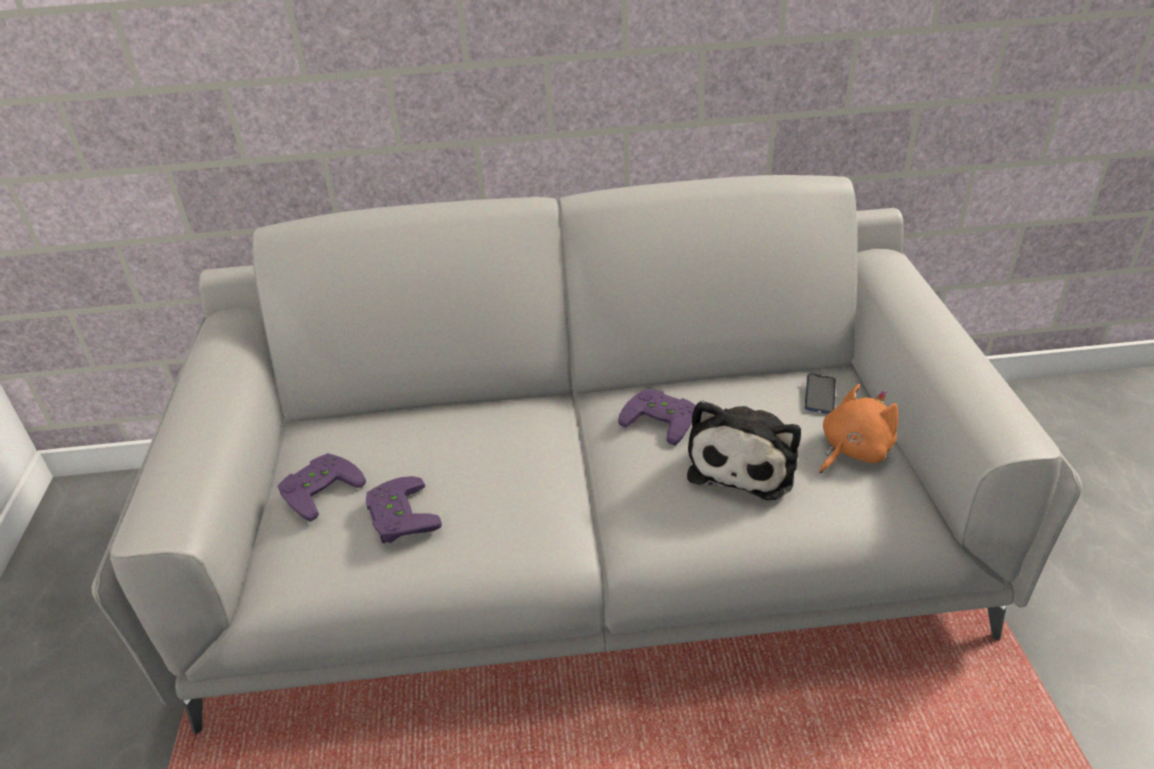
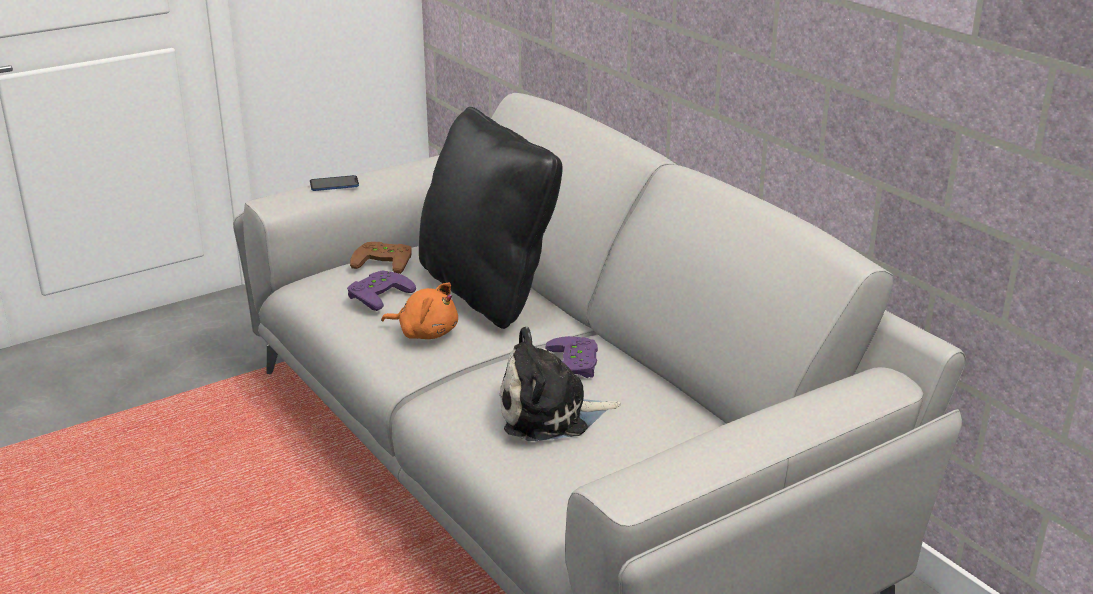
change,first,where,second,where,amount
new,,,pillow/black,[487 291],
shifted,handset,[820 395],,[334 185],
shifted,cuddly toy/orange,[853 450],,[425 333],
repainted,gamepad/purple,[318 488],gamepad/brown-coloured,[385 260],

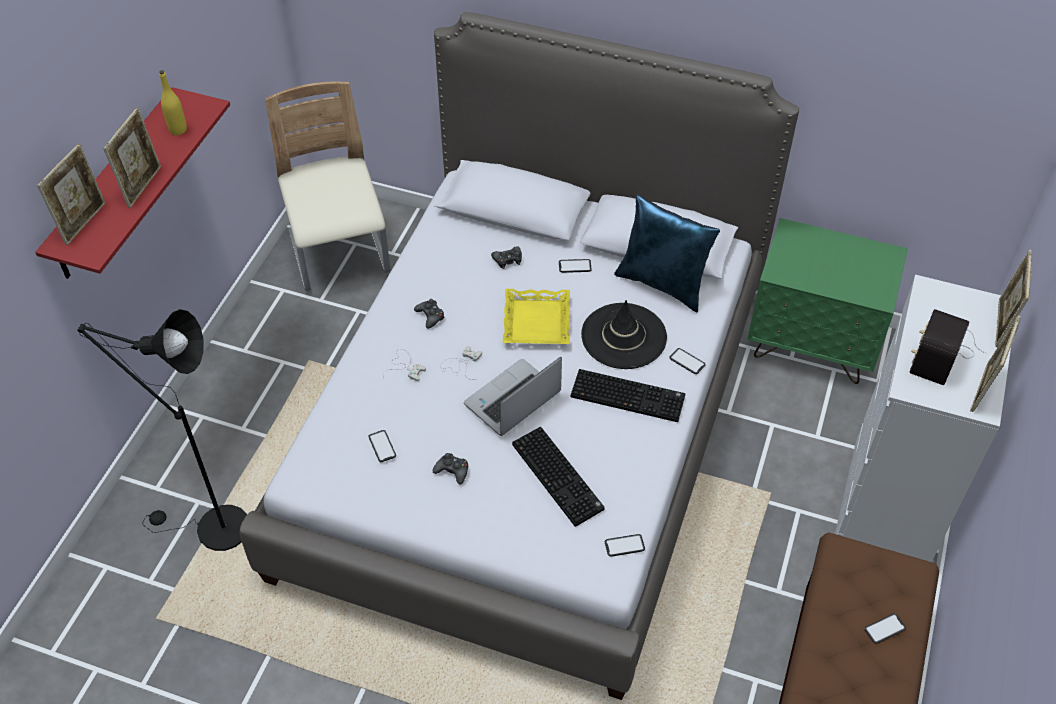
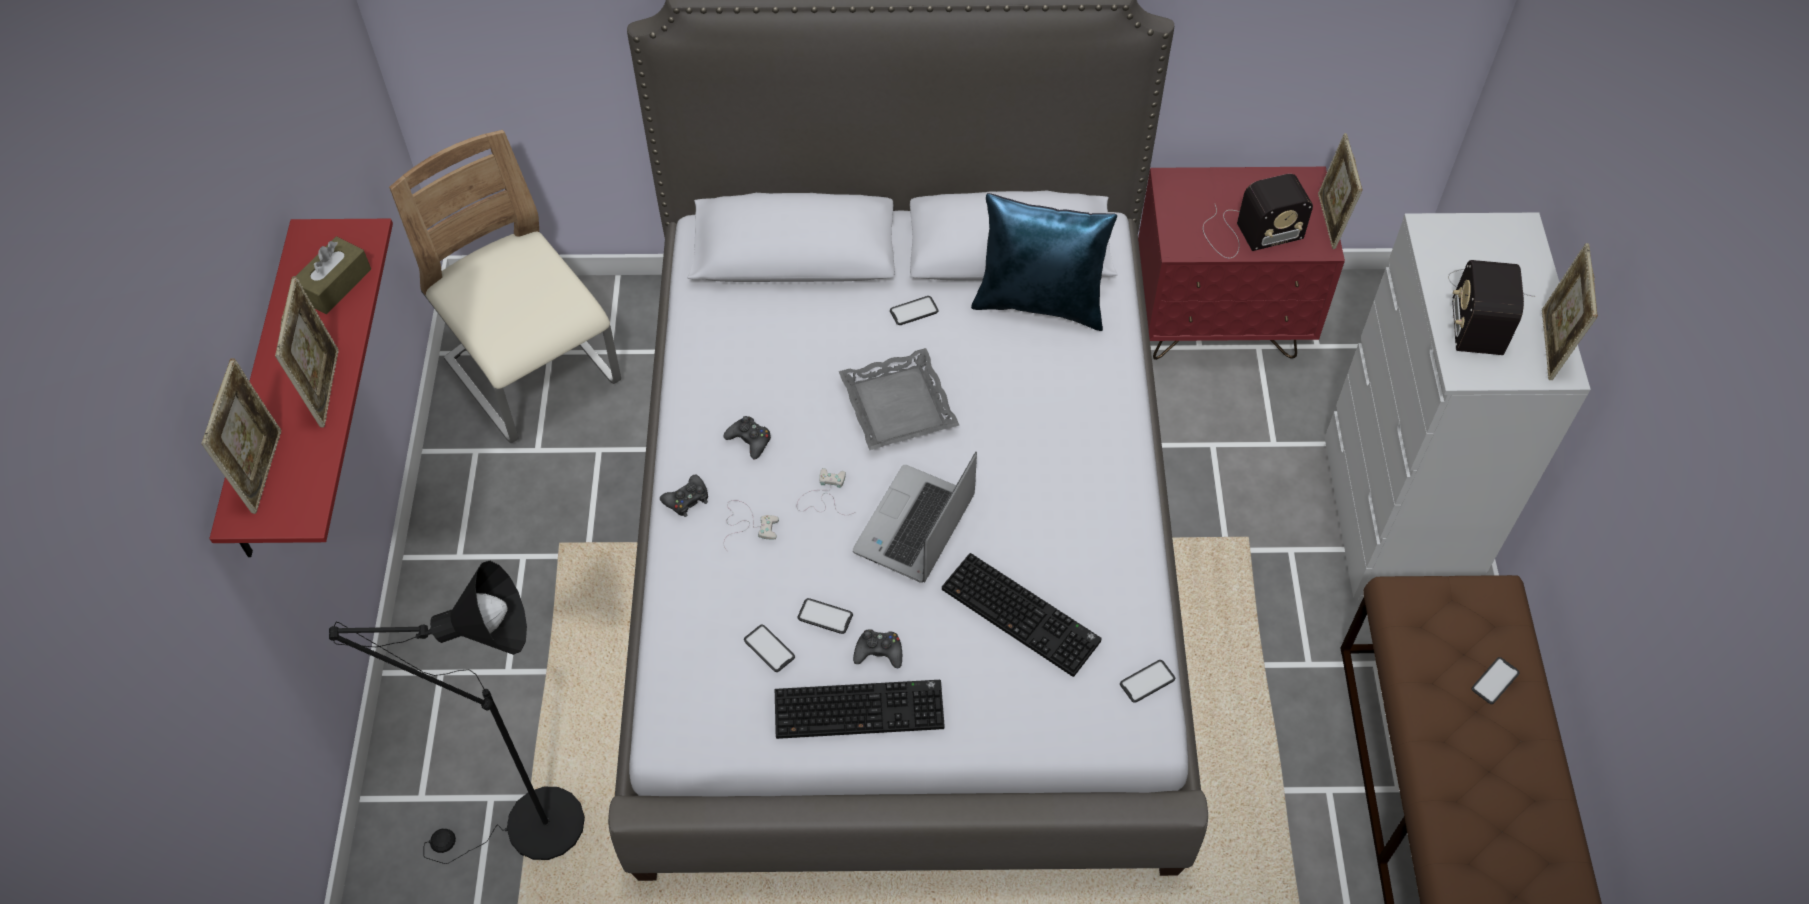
change,first,where,second,where,amount
gone,clothing hat/black,[623 336],,,
new,,,radio,[1248 232],
shifted,gamepad/black,[508 260],,[687 499],
shifted,PC keyboard,[629 395],,[860 707],
shifted,handset,[687 361],,[825 616],
shifted,standing frame,[1001 324],,[1330 221],
swapped,beverage bottle/yellow-coloured,[178 130],tissue box/brown-coloured,[335 284],
repainted,tray/yellow-coloured,[536 321],tray/gray,[897 406],
repainted,bedside table/green,[812 346],bedside table/red,[1219 322],

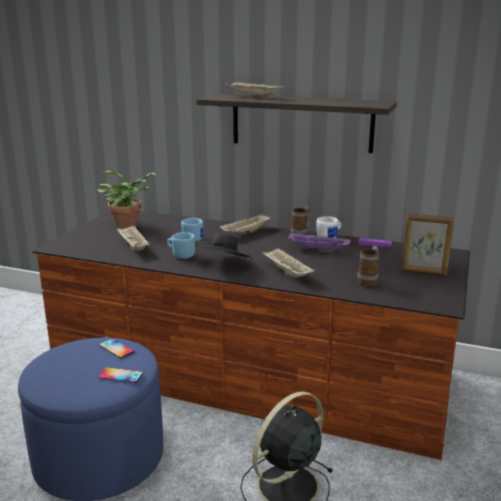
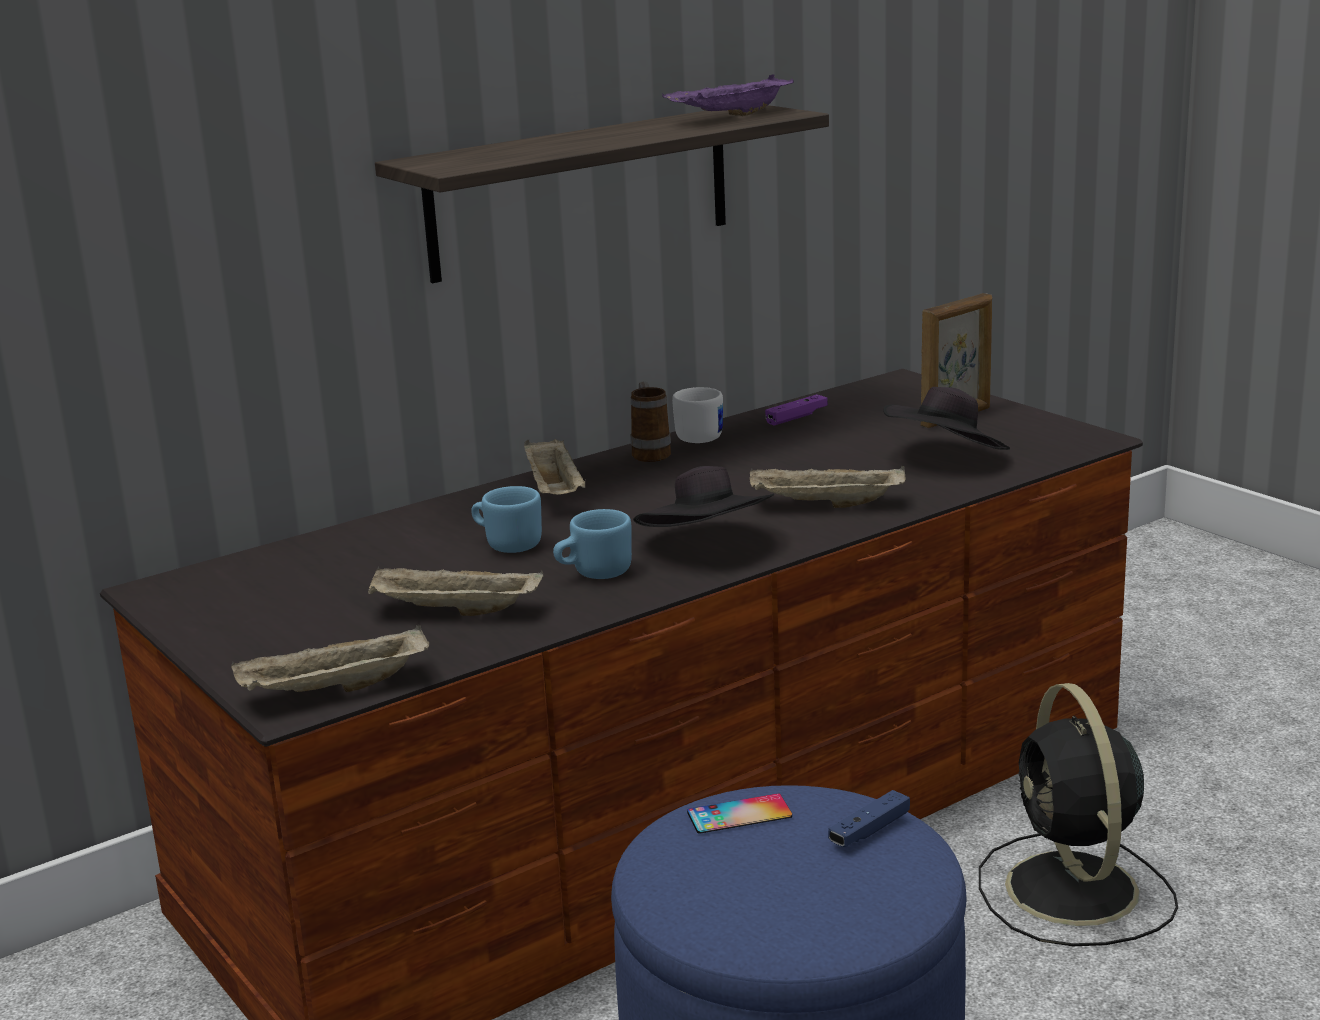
change,first,where,second,where,amount
gone,potted plant,[129 225],,,
shifted,tray/beige,[253 97],,[334 690],
shifted,tray/purple,[317 250],,[730 117],
swapped,handset,[120 375],gamepad/blue-coloured,[869 830],
swapped,coffee mug,[369 281],clothing hat/black,[946 459],

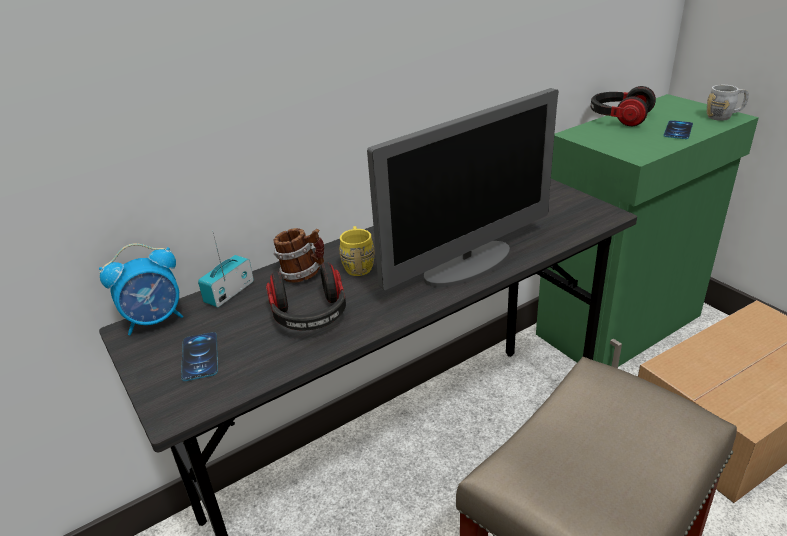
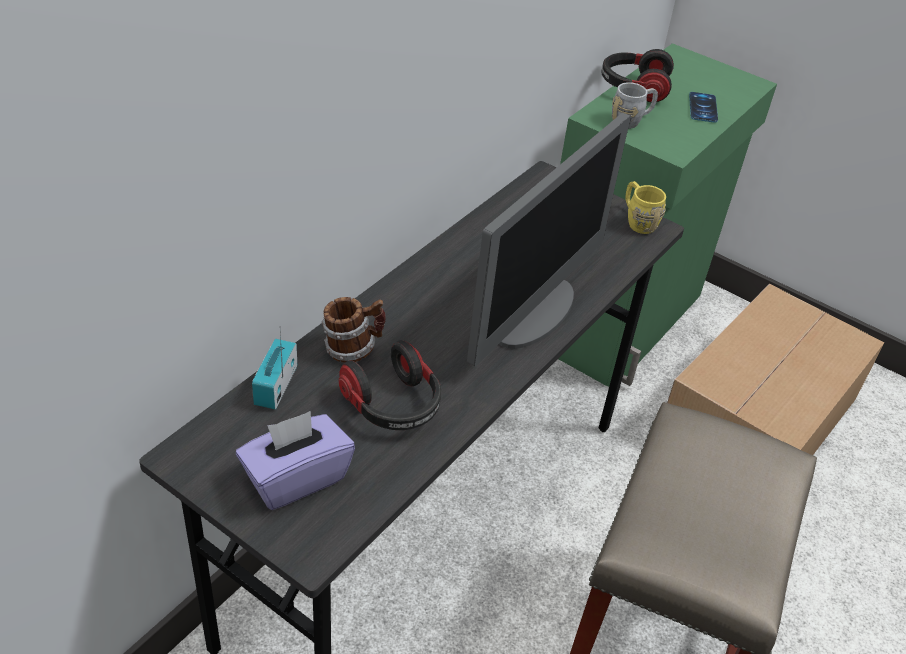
change,first,where,second,where,amount
gone,alarm clock,[155 320],,,
shifted,coffee mug/yellow-coloured,[358 264],,[637 221],
shifted,coffee mug/gray,[724 116],,[631 120],
swapped,handset,[200 356],tissue box/purple,[295 478],

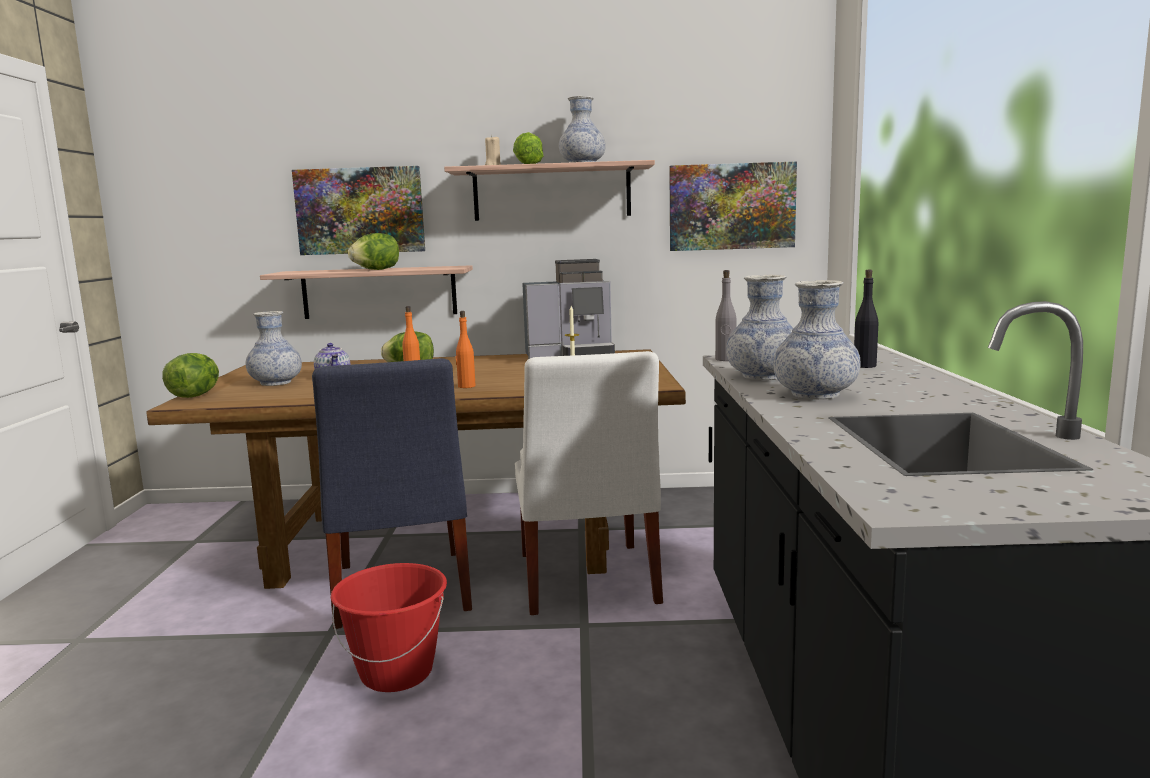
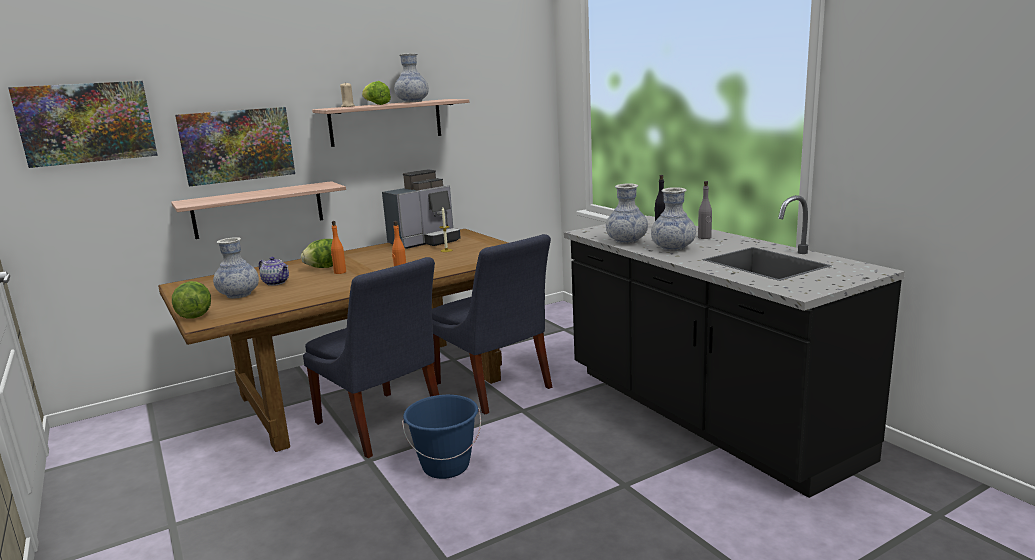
change,first,where,second,where,amount
gone,lettuce head,[376 270],,,
shifted,picture,[731 206],,[87 123],
shifted,beverage bottle/gray,[725 359],,[704 237],
repainted,bucket/red,[397 673],bucket/blue-coloured,[446 466],
repainted,upright chair/whitish,[586 581],upright chair/blue-coloured,[494 387],

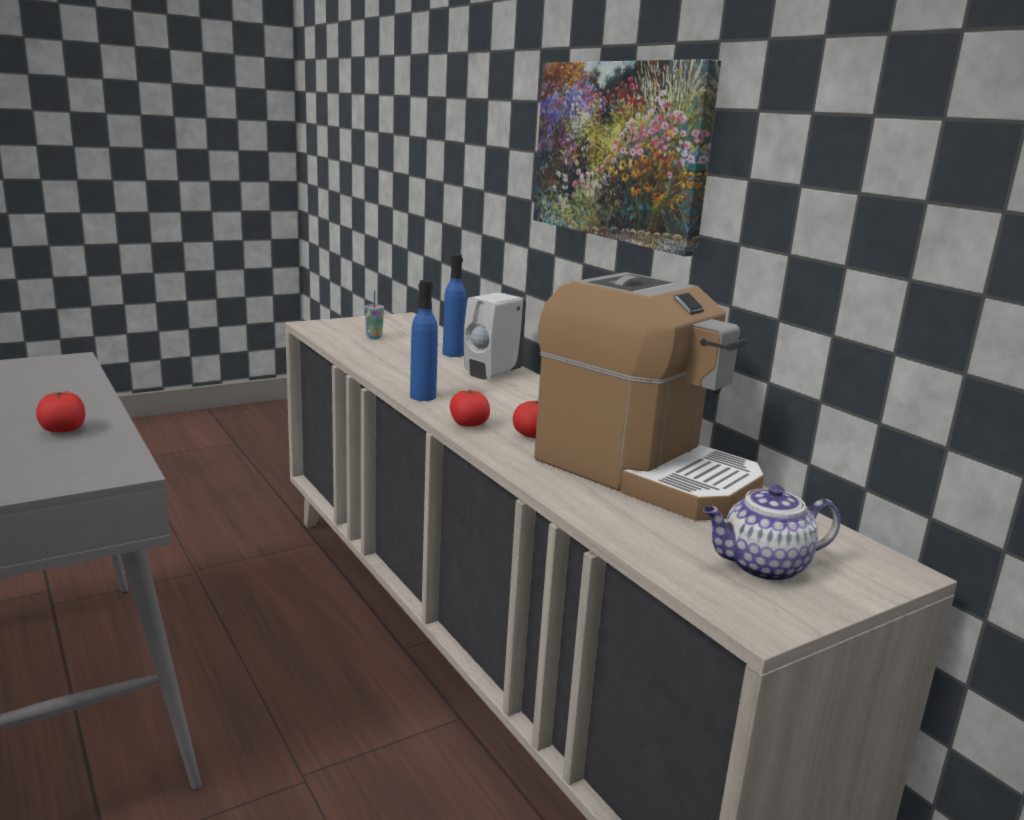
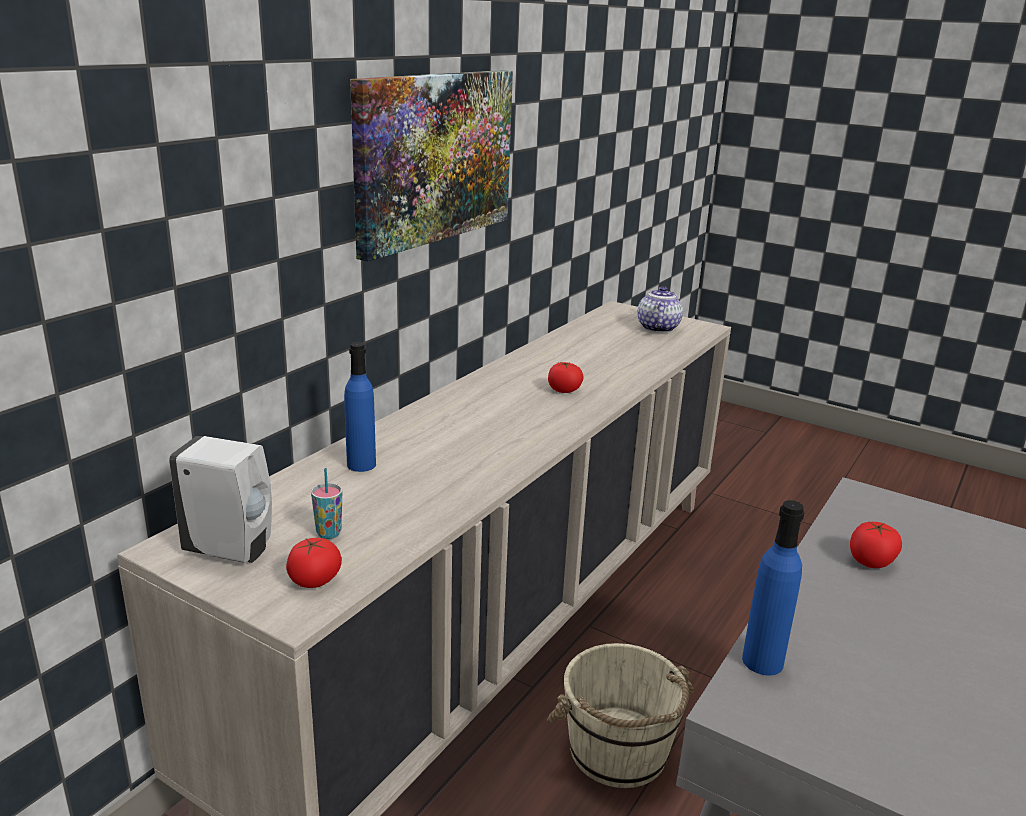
change,first,where,second,where,amount
gone,coffee brewer,[644 472],,,
new,,,bucket/beige,[618 752],
shifted,beverage bottle/blue-coloured,[423 396],,[762 661],
shifted,whole tomato,[468 424],,[315 580],
shifted,liquid soap bottle/whitish,[491 373],,[232 550],
rotated,pot for tea,[762 567],,[657 328],135 degrees counterclockwise

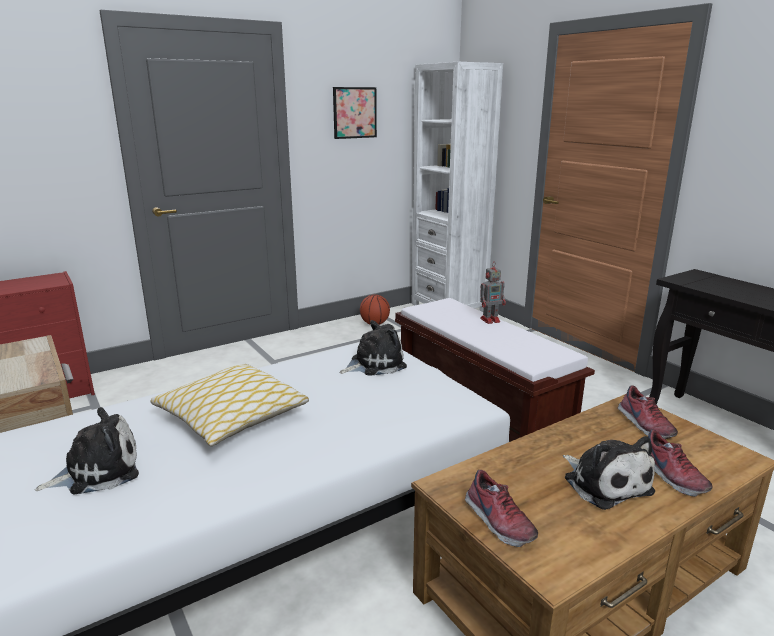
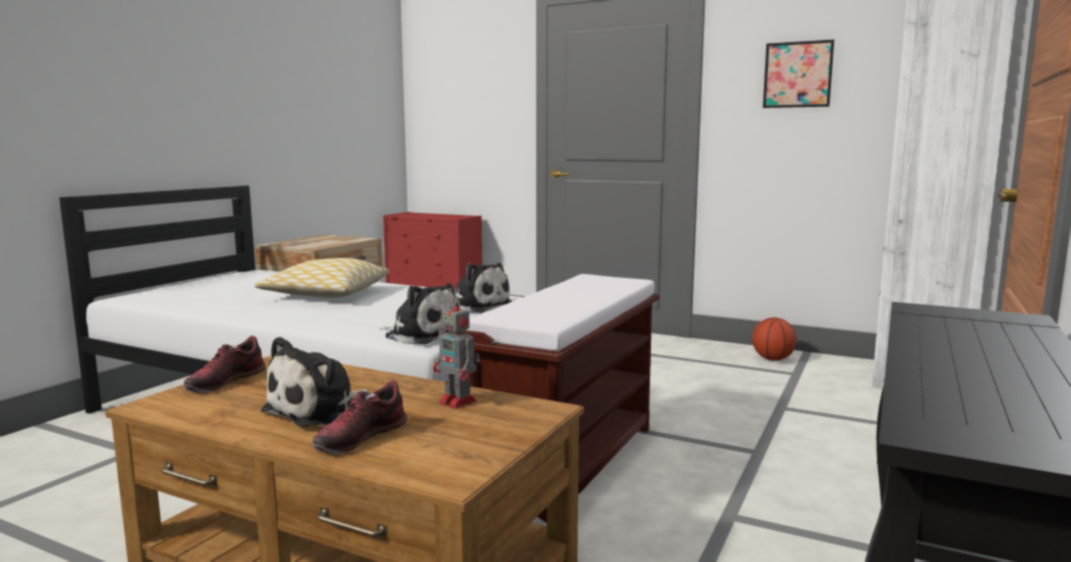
change,first,where,second,where,amount
gone,shoe,[643 425],,,
shifted,cuddly toy,[98 471],,[421 334],
shifted,model robot,[491 320],,[459 402],

